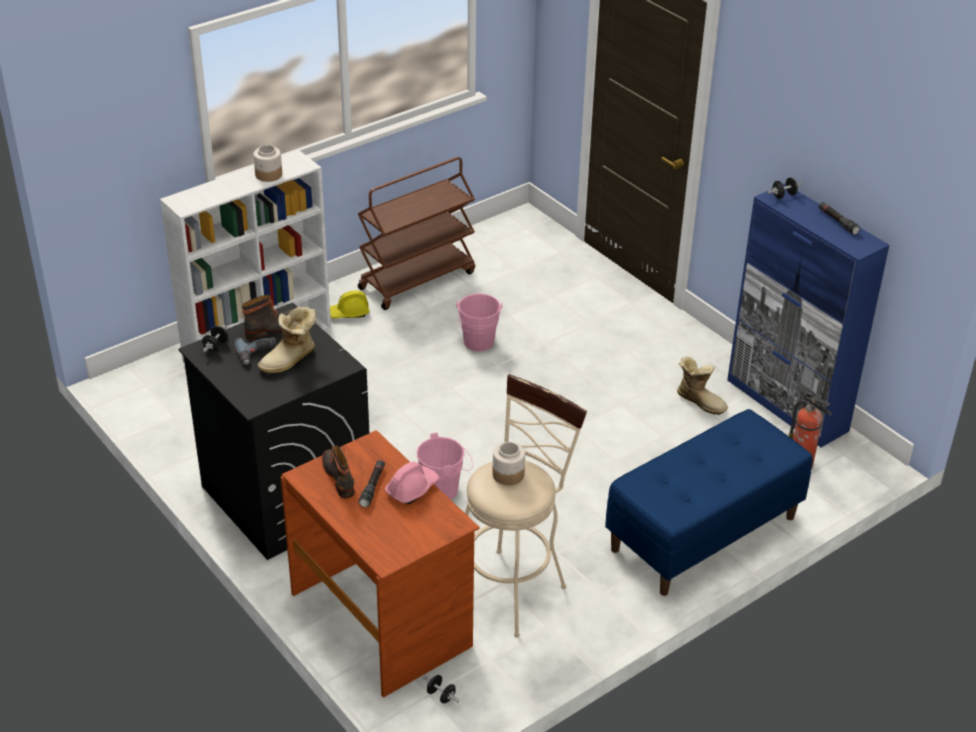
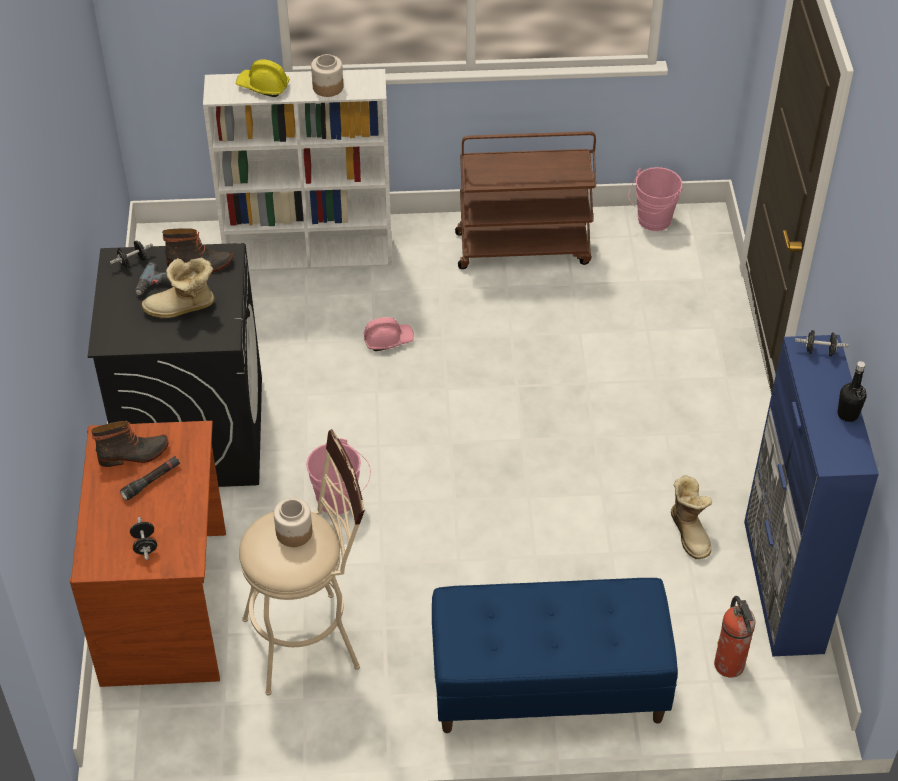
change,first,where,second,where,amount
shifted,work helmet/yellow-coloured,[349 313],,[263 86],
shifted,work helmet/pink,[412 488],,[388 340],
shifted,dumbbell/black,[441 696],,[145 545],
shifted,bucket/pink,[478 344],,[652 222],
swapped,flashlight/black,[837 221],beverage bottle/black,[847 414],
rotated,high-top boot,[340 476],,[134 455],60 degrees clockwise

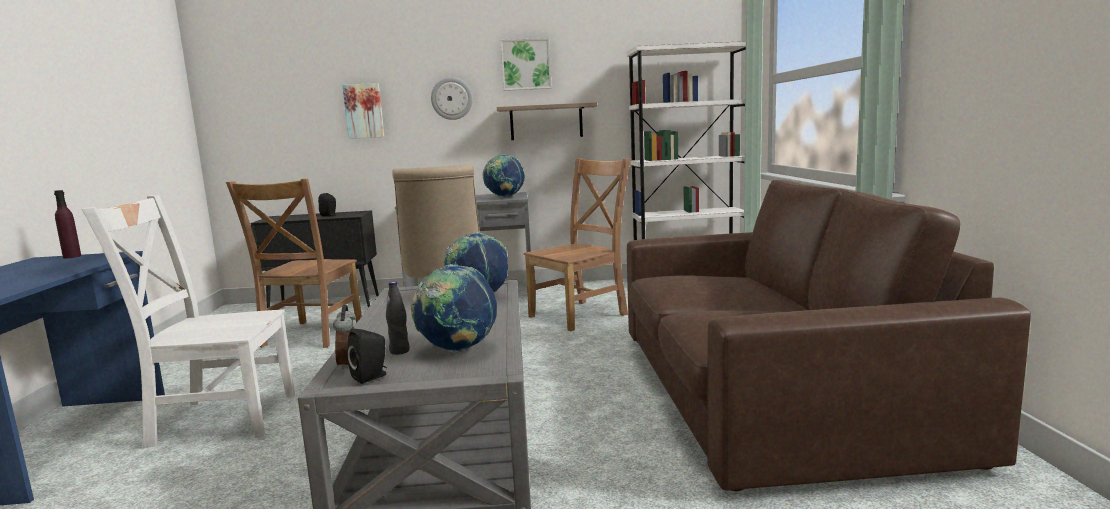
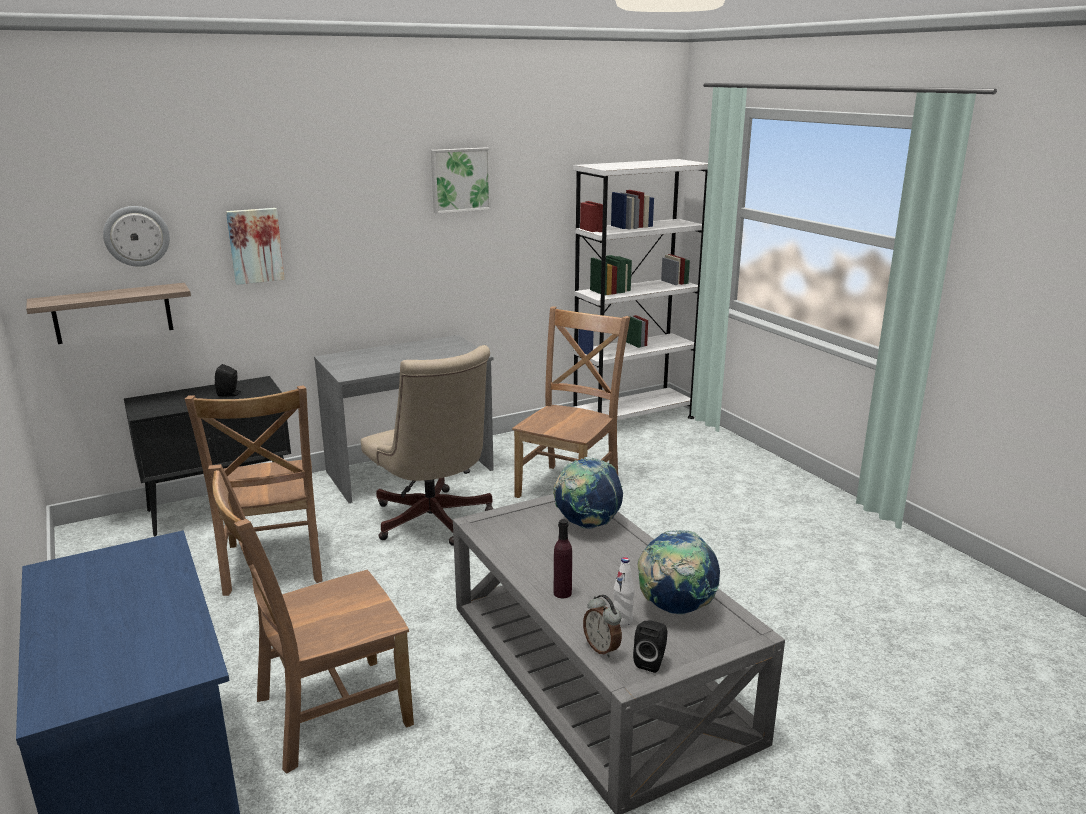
change,first,where,second,where,amount
gone,world globe,[505 197],,,
gone,settee/brown-coloured,[767 390],,,
shifted,beverage bottle/purple,[72 257],,[562 593],
shifted,hanging clock,[452 98],,[136 236],
shifted,wall shelf,[546 122],,[112 313],
repainted,upright chair/whitish,[219 419],upright chair/brown-coloured,[326 713],
repainted,beverage bottle/black,[399 351],beverage bottle/whitish,[622 621],

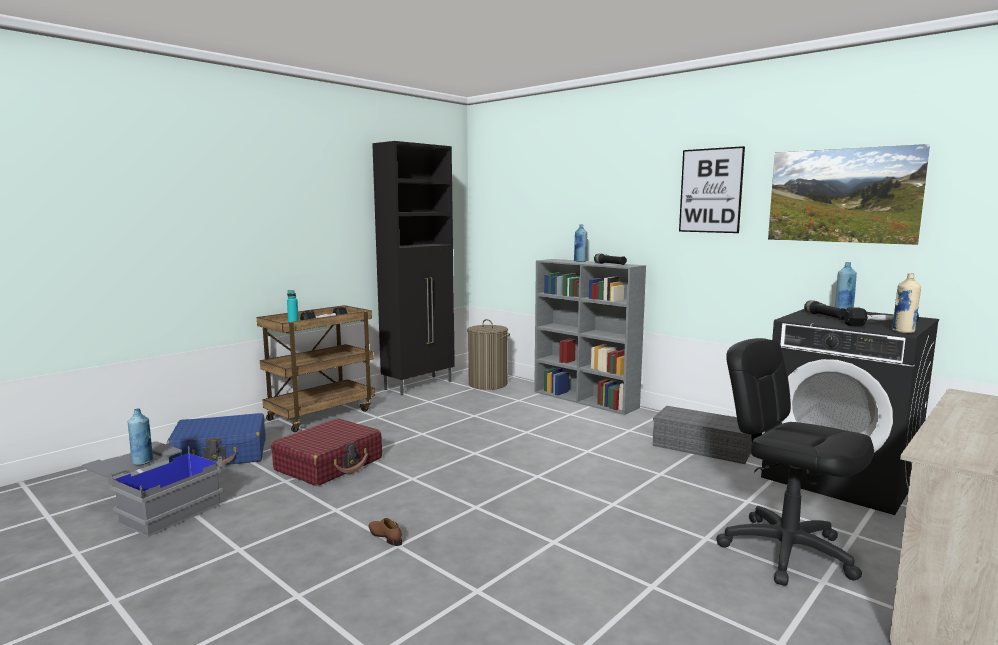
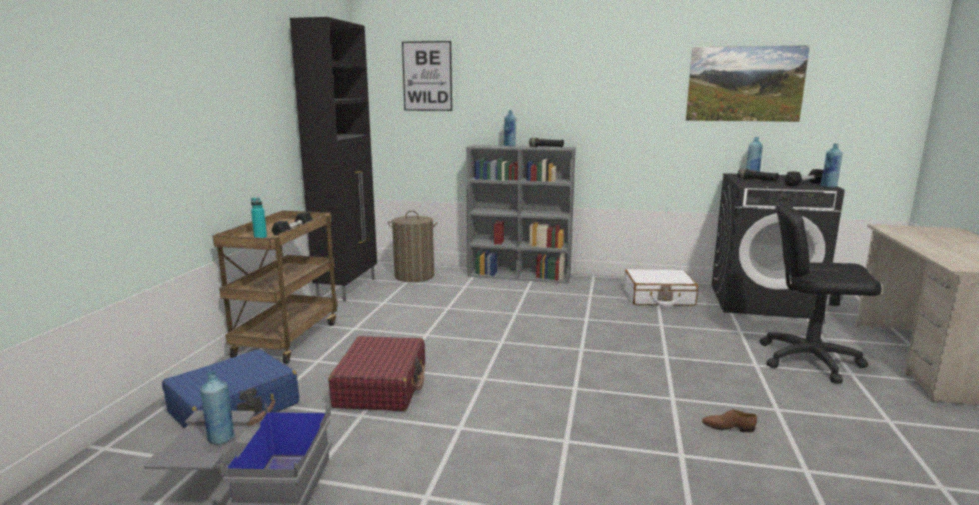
change,first,where,second,where,amount
shifted,shoe/brown-coloured,[385 536],,[728 427],
shifted,picture,[710 190],,[427 76],
swapped,storage bin/gray,[704 447],suitcase/whitish,[658 297],
repainted,beverage bottle/beige,[903 331],beverage bottle/blue-coloured,[828 187],

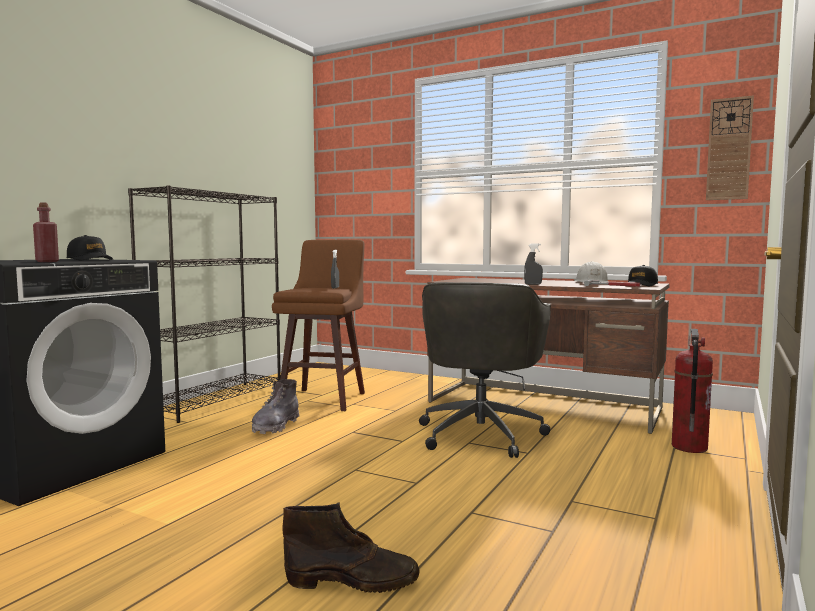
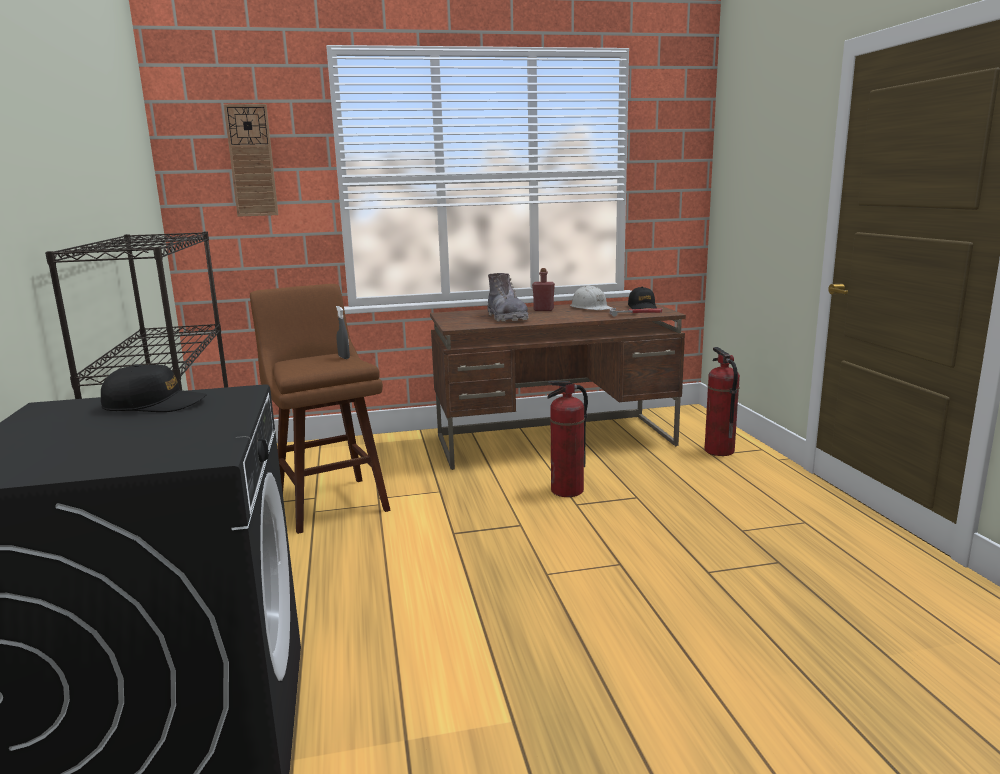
change,first,where,second,where,amount
gone,high-top boot/brown-coloured,[353 580],,,
gone,spray bottle/gray,[533 284],,,
shifted,beverage bottle/red,[47 261],,[543 310],
shifted,high-top boot/gray,[275 426],,[507 318],
shifted,hanging clock,[729 149],,[252 161],
swapped,office chair/gray,[481 433],extinguisher,[567 490],

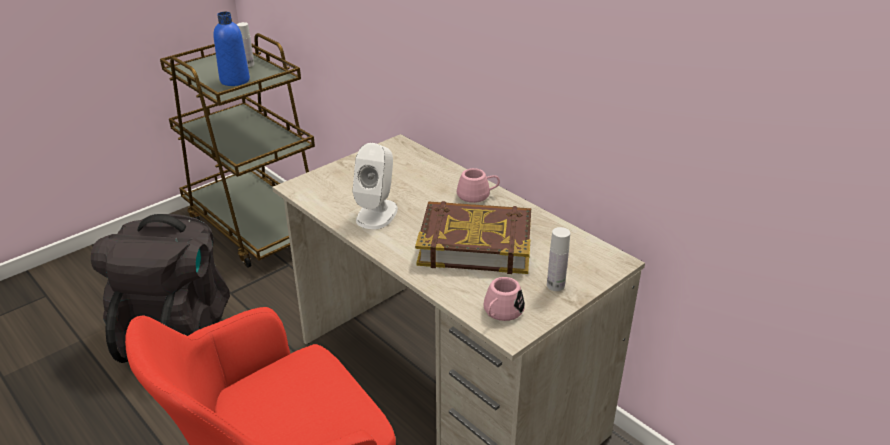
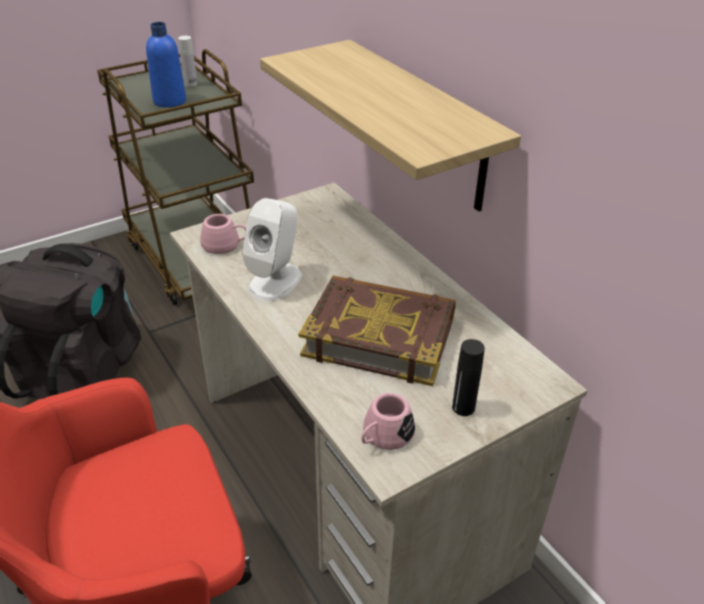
change,first,where,second,where,amount
new,,,wall shelf,[421 125],
shifted,coffee mug/pink,[477 195],,[225 245],
repainted,beverage bottle/whitish,[555 285],beverage bottle/black,[463 407],

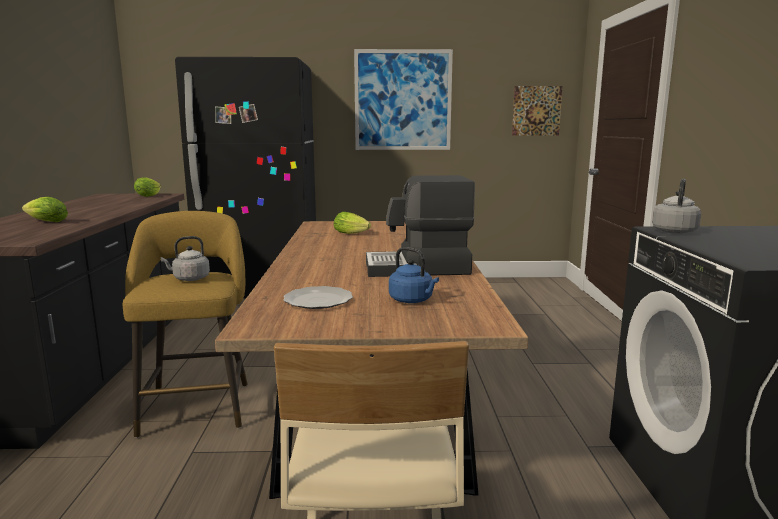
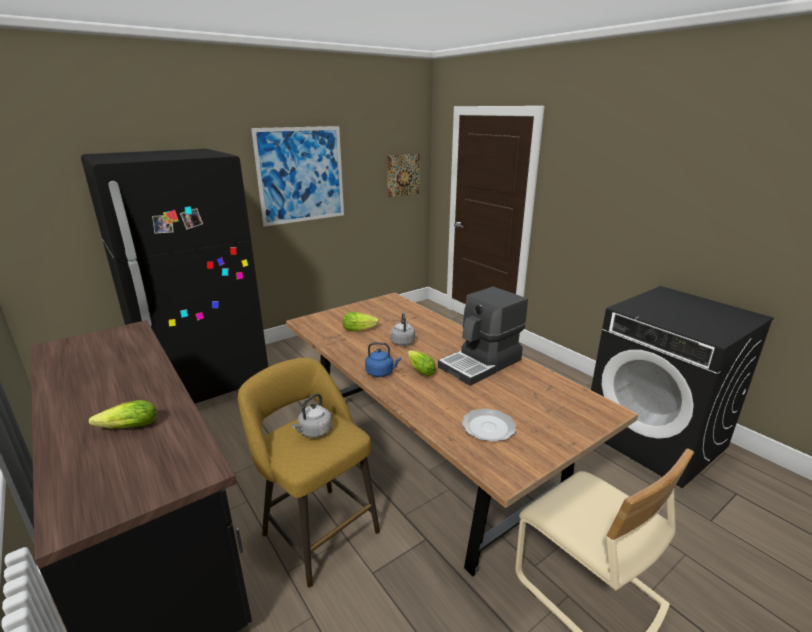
change,first,where,second,where,amount
shifted,lettuce head,[150 195],,[419 370],
shifted,water kettle/blue-coloured,[412 300],,[381 372],
shifted,water kettle/gray,[674 231],,[402 341],

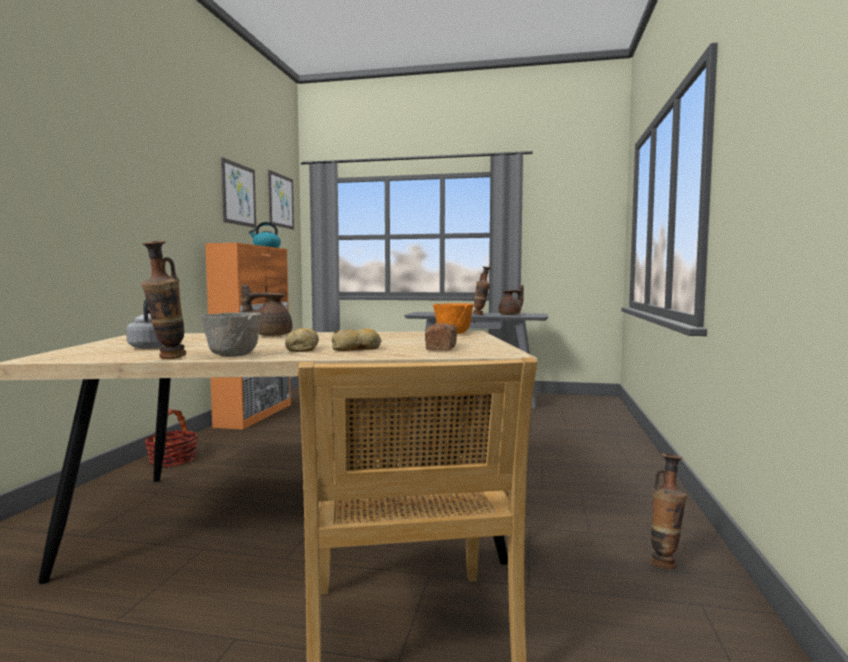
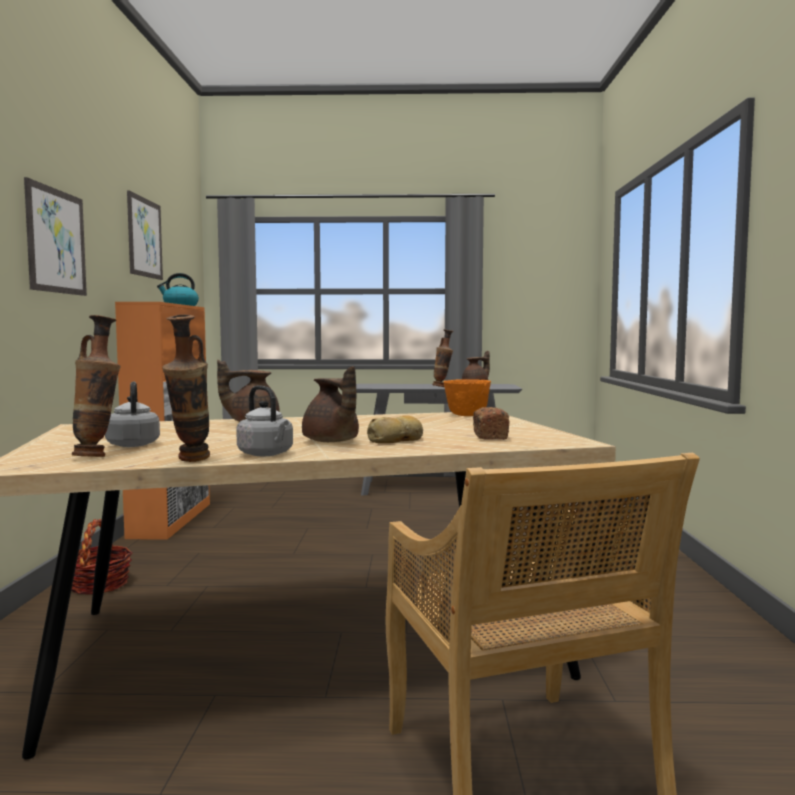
change,first,where,second,where,amount
shifted,picture,[281 201],,[56 241],
shifted,vase,[665 563],,[98 456],
swapped,deep dish/gray,[233 356],water kettle/gray,[267 454],
swapped,bakery bread,[302 349],pot for tea/brown-coloured,[331 441],

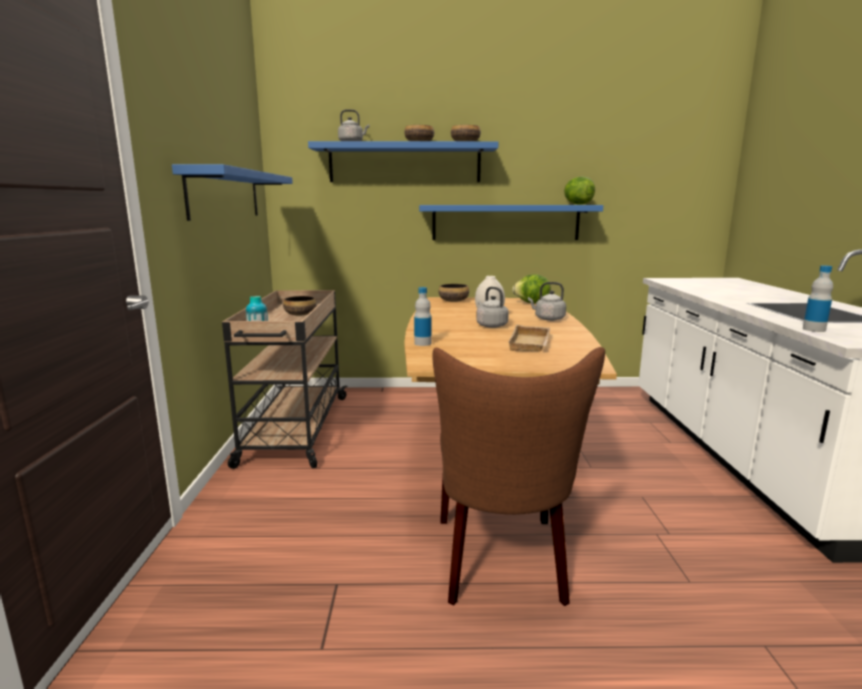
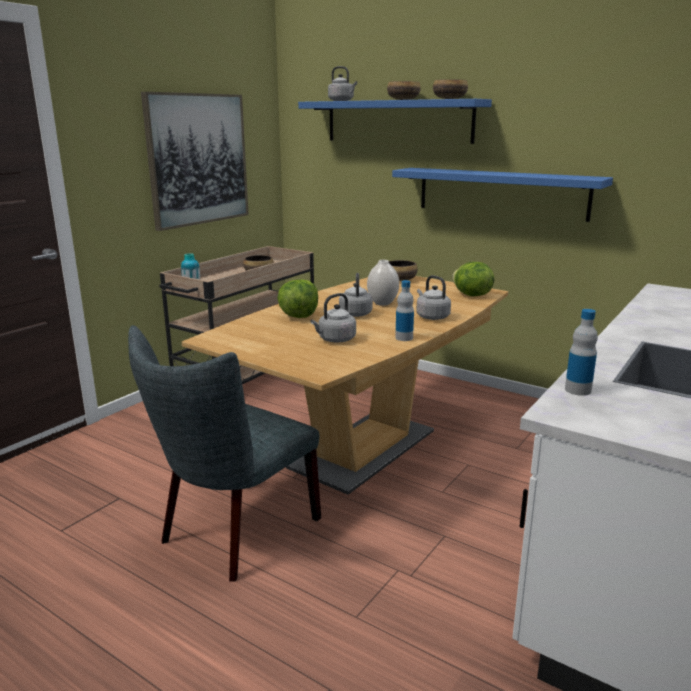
change,first,where,second,where,amount
shifted,beverage bottle,[422 343],,[404 338],
shifted,lettuce head,[577 204],,[298 316],
swapped,wall shelf/blue-coloured,[225 195],picture,[198 159],
swapped,tray/beige,[531 344],water kettle/gray,[335 340],
repainted,upright chair/brown-coloured,[502 564],upright chair/gray,[233 534],

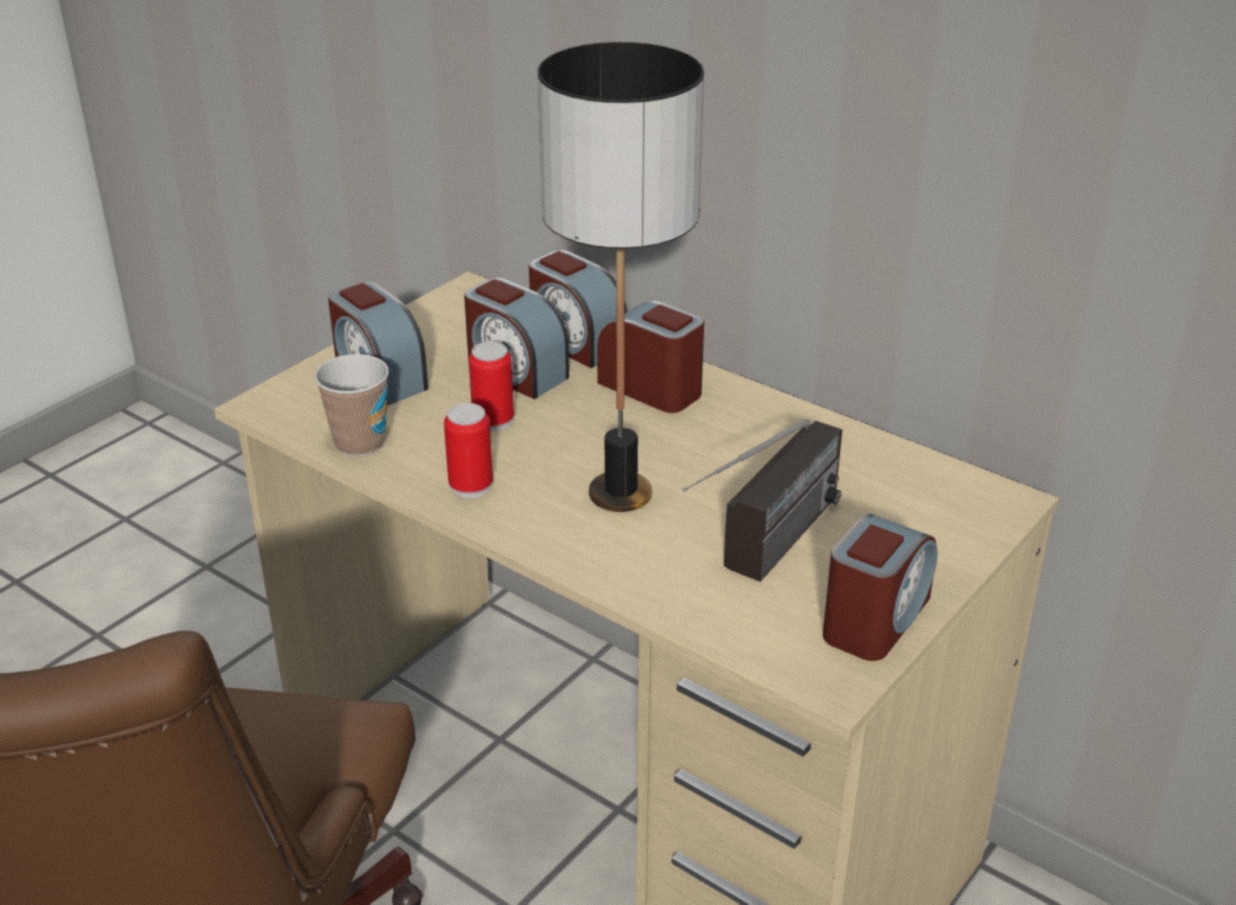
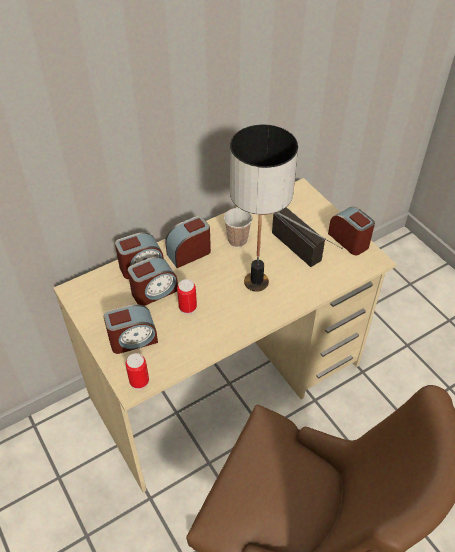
change,first,where,second,where,amount
shifted,cup,[359 443],,[237 240],
shifted,metal can,[471 486],,[139 381],

